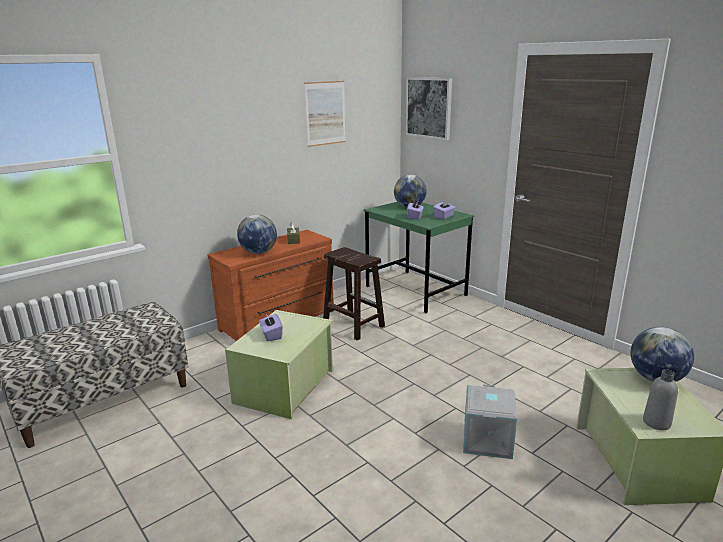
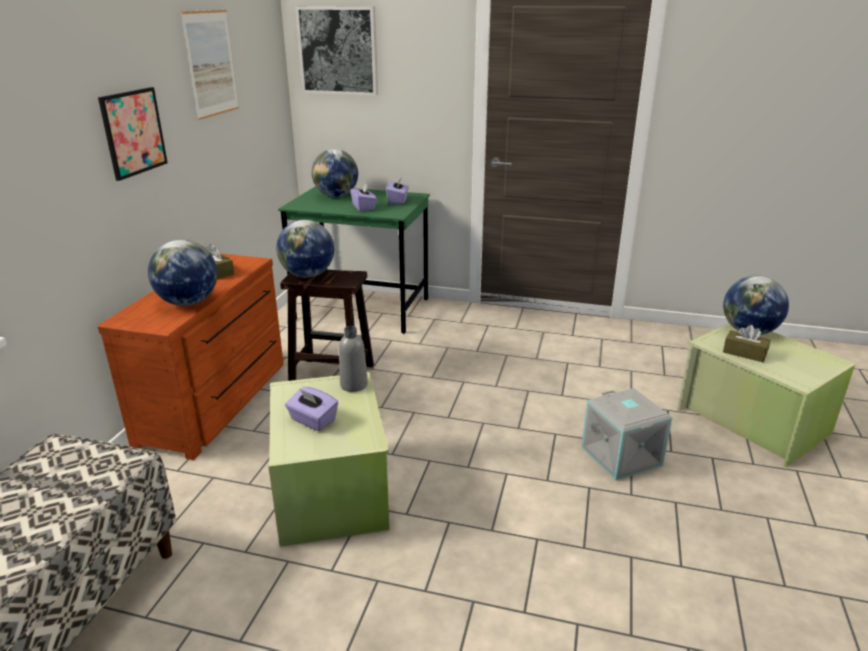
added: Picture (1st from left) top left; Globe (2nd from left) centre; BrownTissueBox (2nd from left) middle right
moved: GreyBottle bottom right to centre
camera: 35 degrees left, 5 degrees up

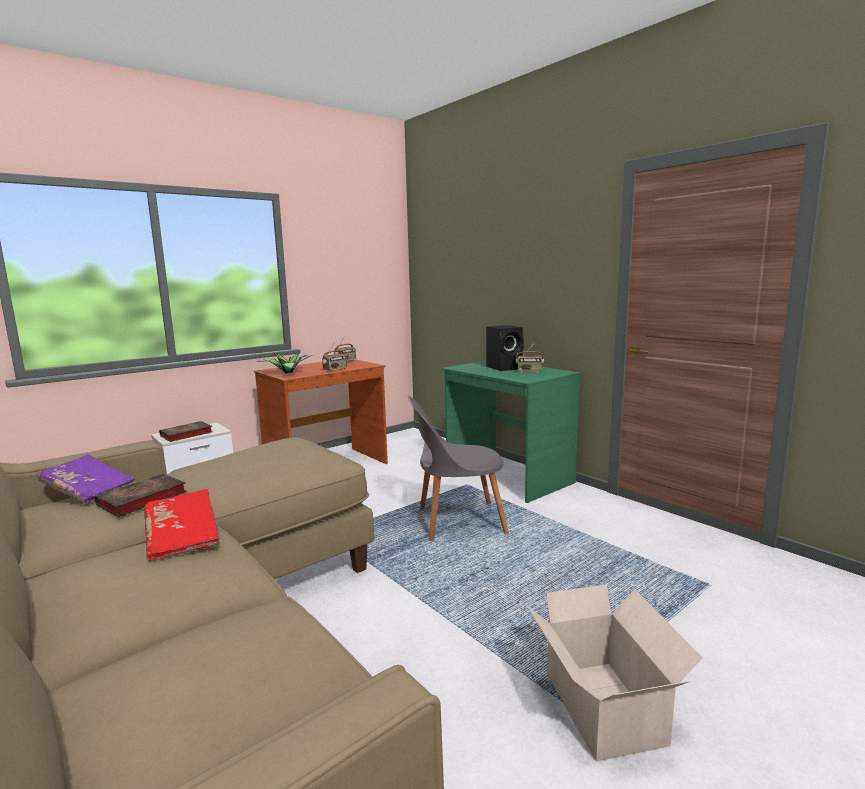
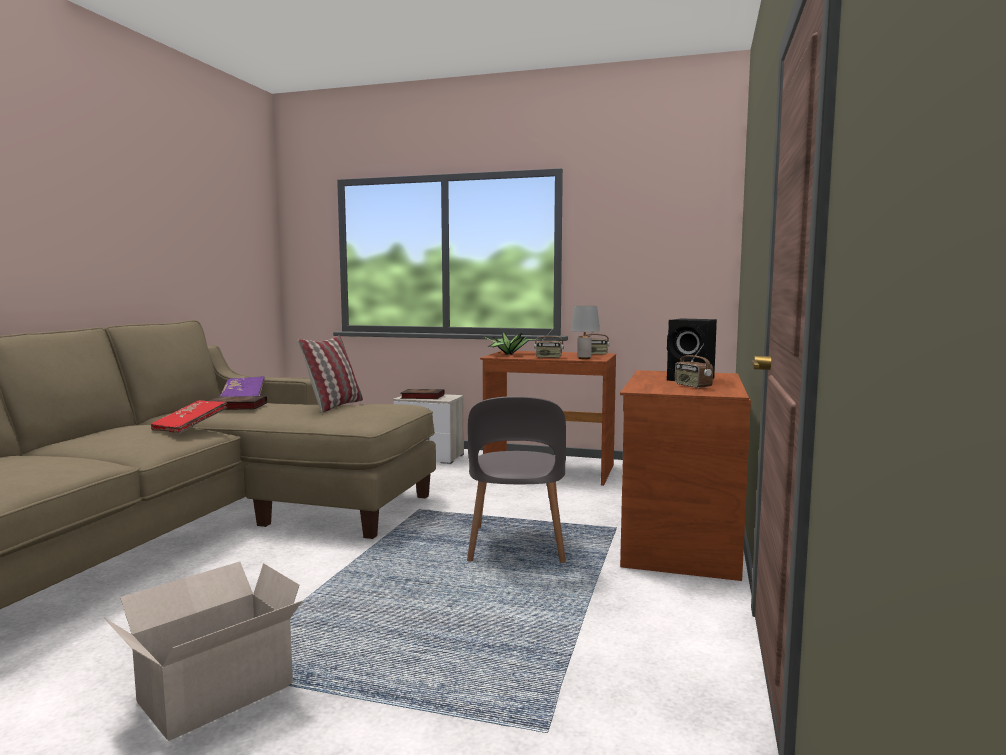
added: Pillow middle left; GreyTableLamp centre
recoloured: GreenDesk centre to BrownDesk (2nd from left) middle right
turned: GreyChair centre = centre 135 degrees counterclockwise
camera: 55 degrees right, 5 degrees down

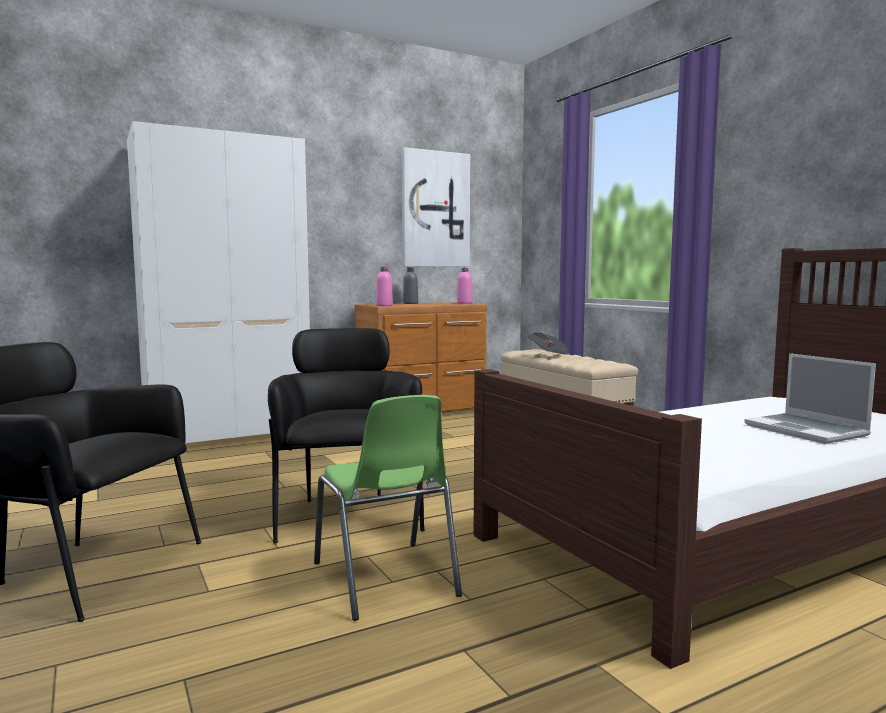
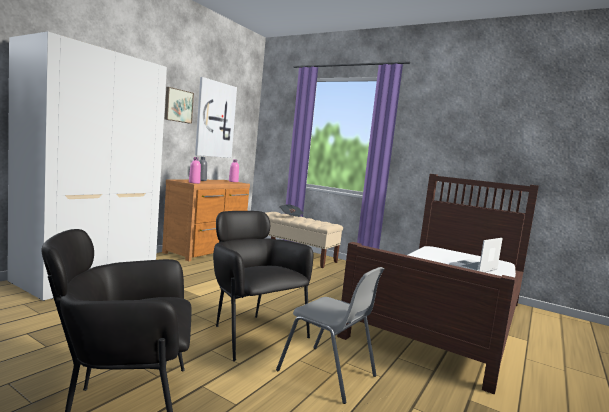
added: Picture (1st from left) top left
recoloured: GreenChair bottom centre to GreyChair bottom centre
turned: Laptop middle right = middle right 105 degrees clockwise
camera: 30 degrees left, 0 degrees up

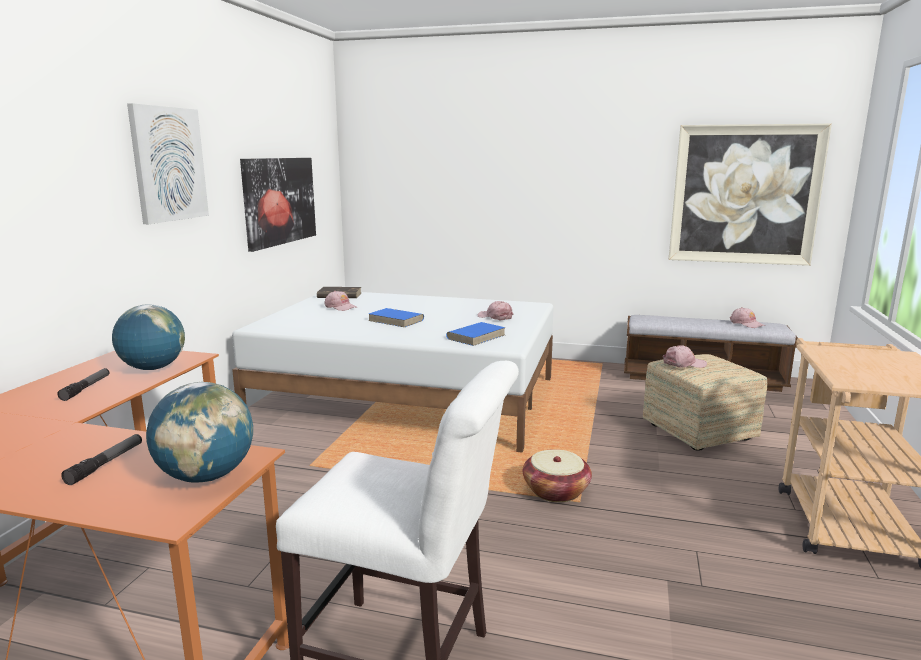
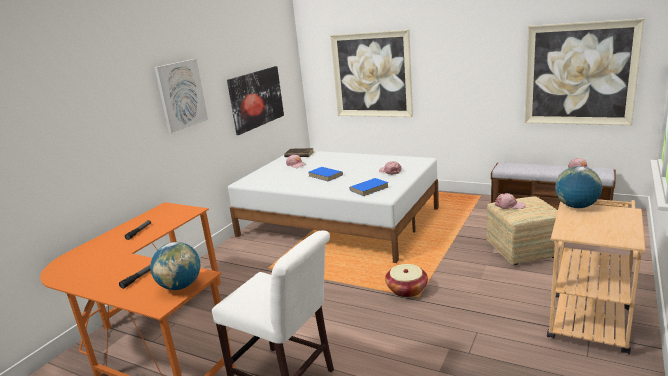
added: Picture (3rd from left) top centre
moved: Globe (1st from left in the first image) middle left to Globe (2nd from left) middle right
camera: 15 degrees right, 5 degrees up

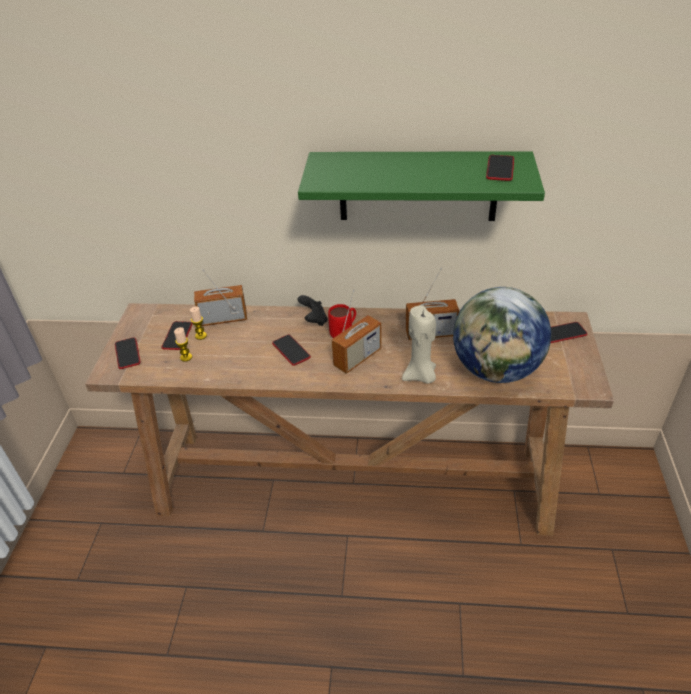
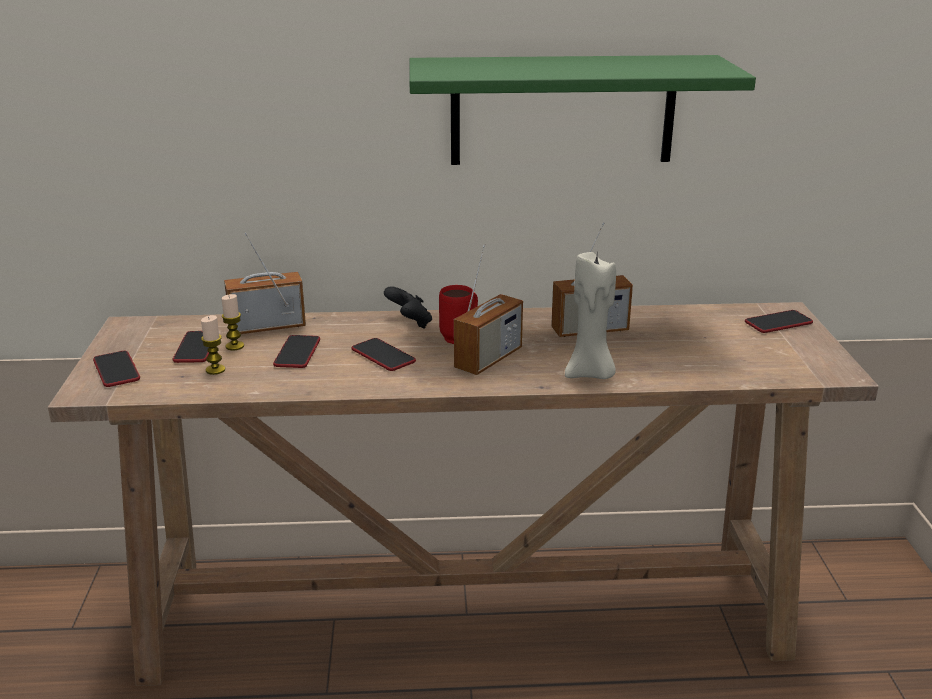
removed: Globe middle right
moved: Phone (4th from left in the first image) top right to Phone (3rd from left) middle left
camera: 10 degrees left, 15 degrees down

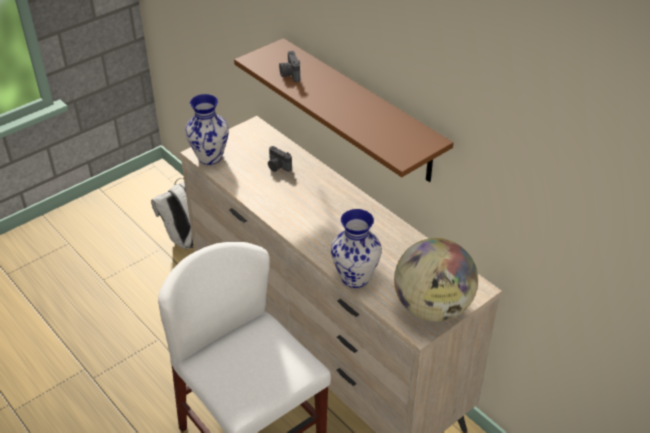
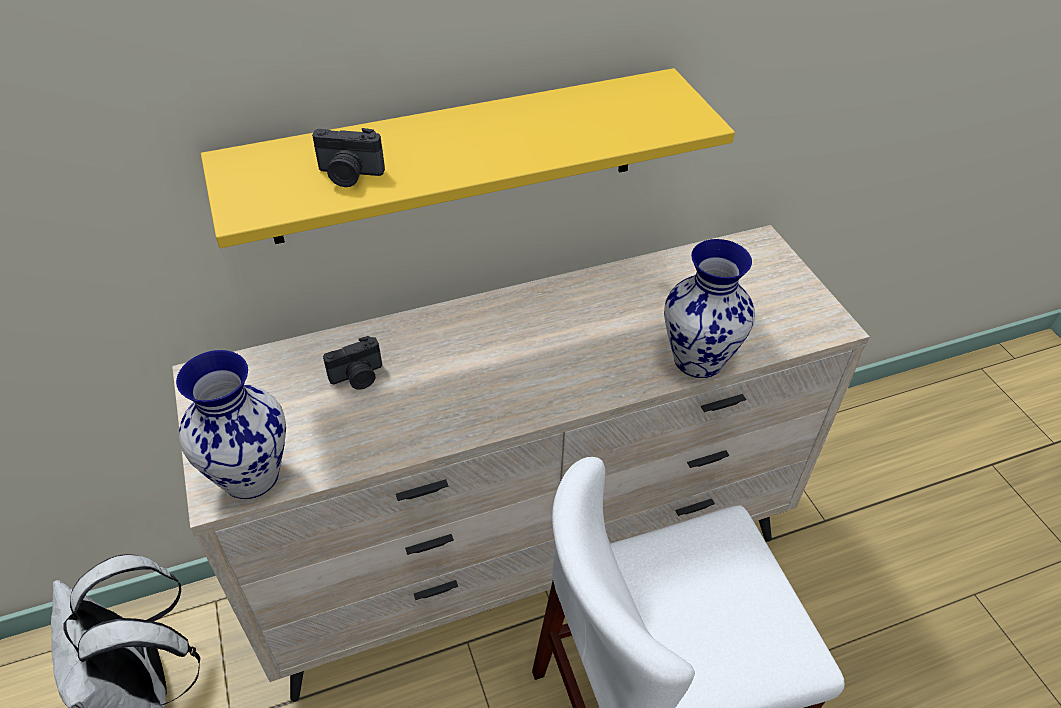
removed: Globe middle right
recoloured: BrownShelf top centre to YellowShelf top centre
camera: 70 degrees left, 5 degrees up

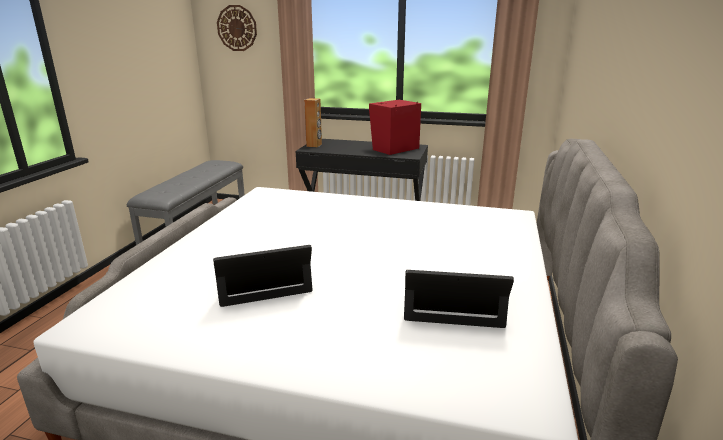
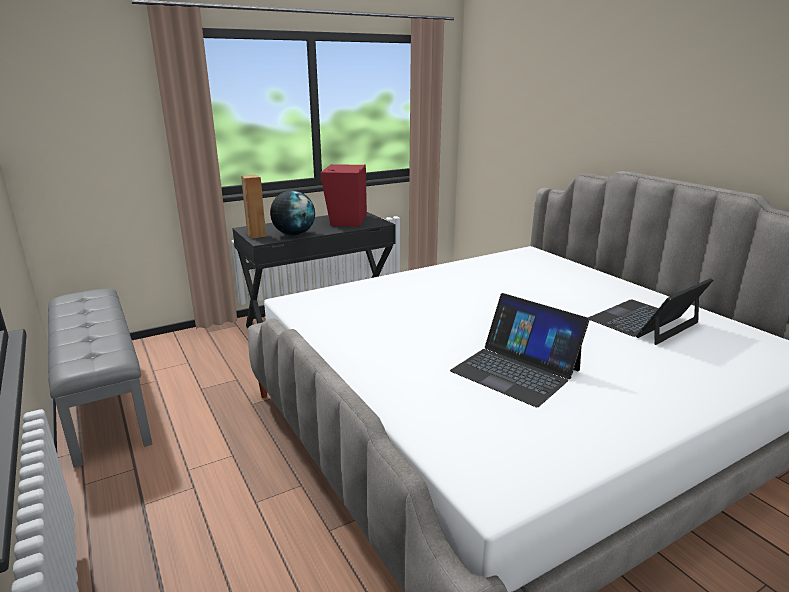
removed: WallClock top left
added: Globe centre
turned: Laptop (1st from left) centre = centre 75 degrees counterclockwise
camera: 45 degrees left, 0 degrees up

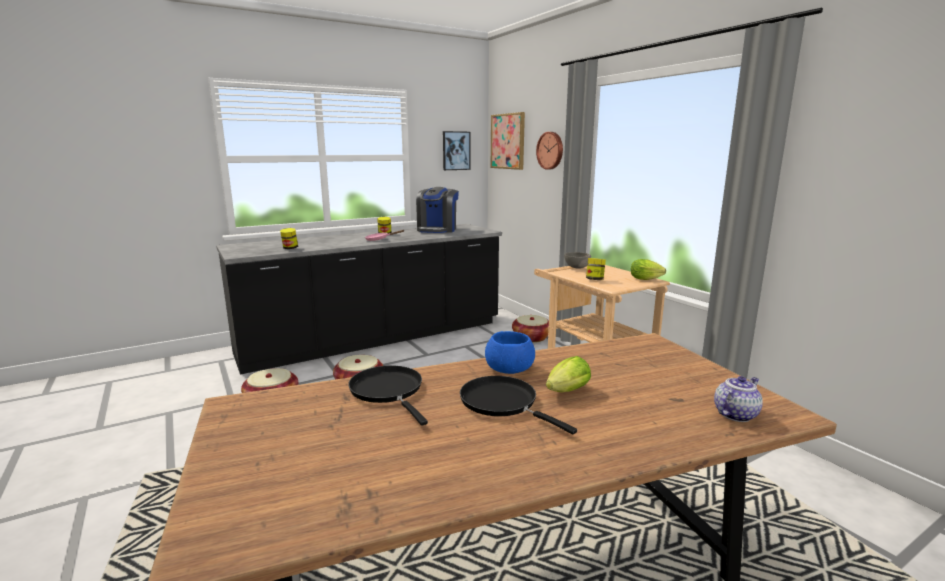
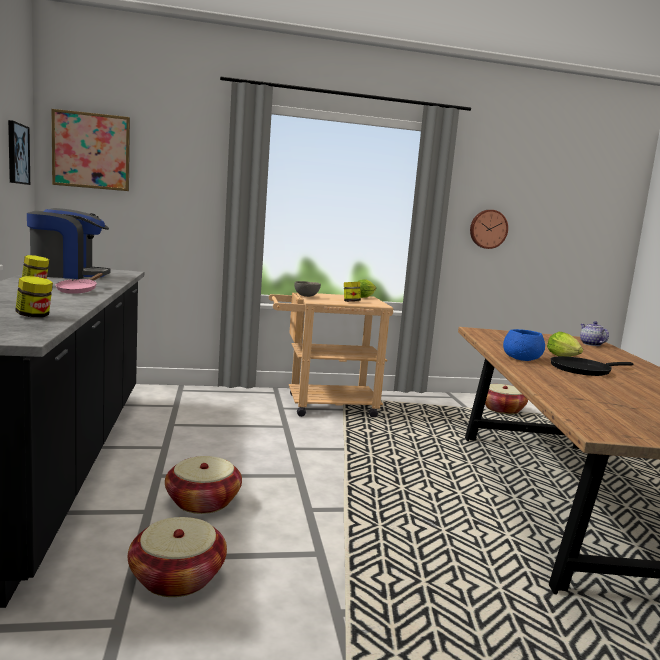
removed: BlackFryingPan (1st from left) bottom centre
moved: Basket (3rd from left) centre to middle right; WallClock top centre to middle right
turned: CoffeeMachine centre = middle left 45 degrees counterclockwise
camera: 70 degrees left, 5 degrees down

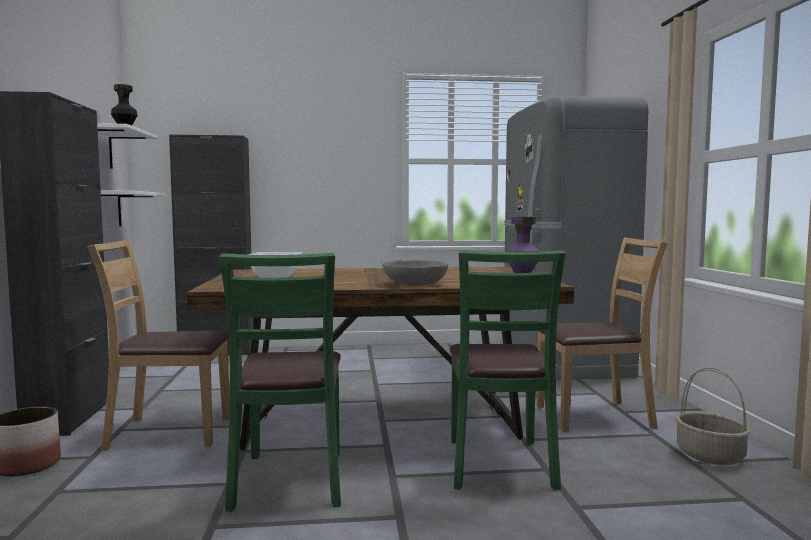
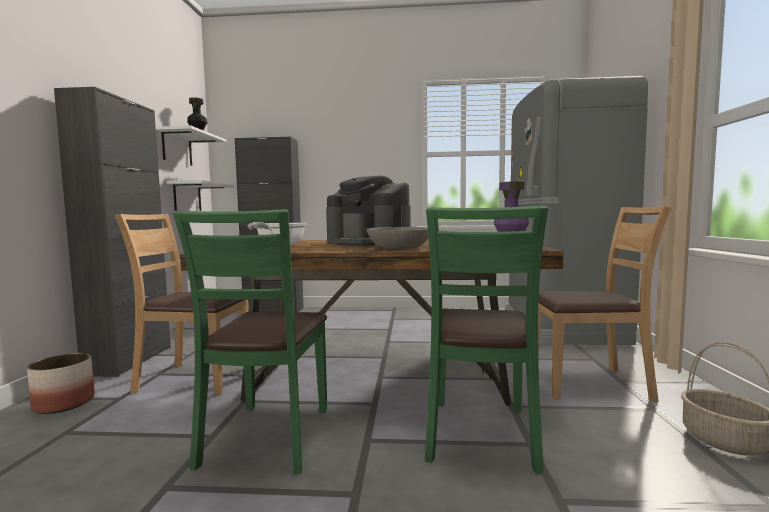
added: CoffeeMachine centre
camera: 10 degrees right, 0 degrees up

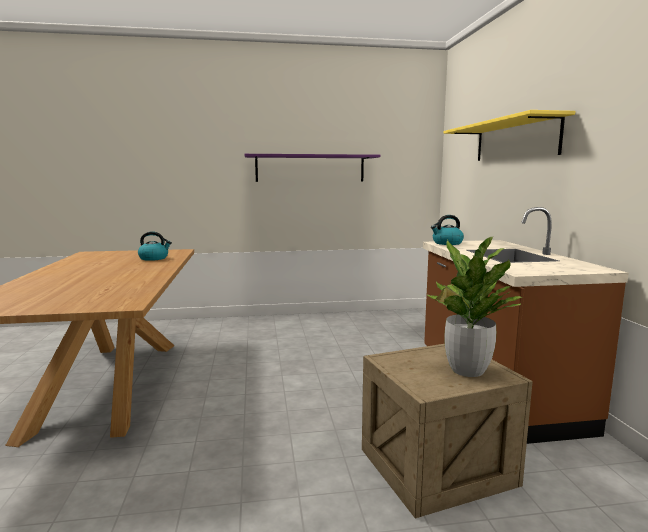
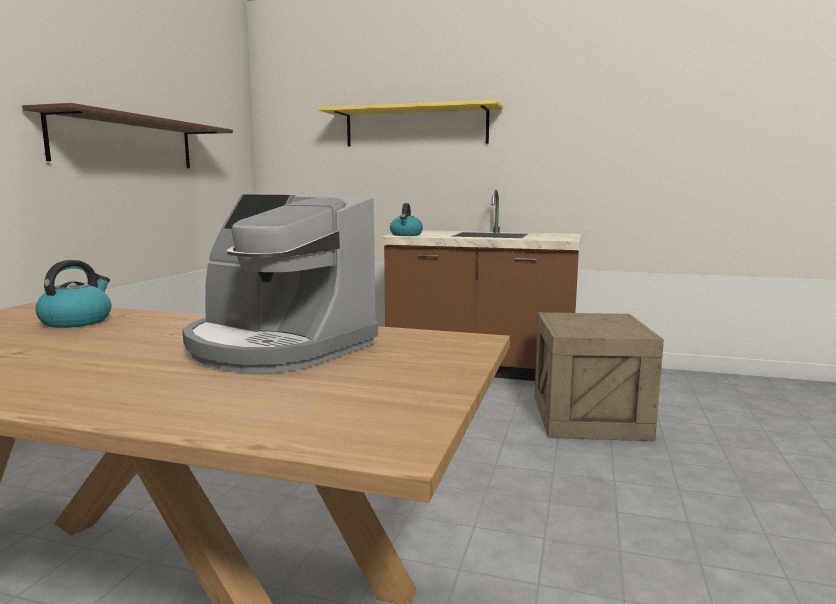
removed: PottedPlant middle right
added: CoffeeMachine centre
recoloured: PurpleShelf top centre to BrownShelf top left
camera: 65 degrees left, 0 degrees up

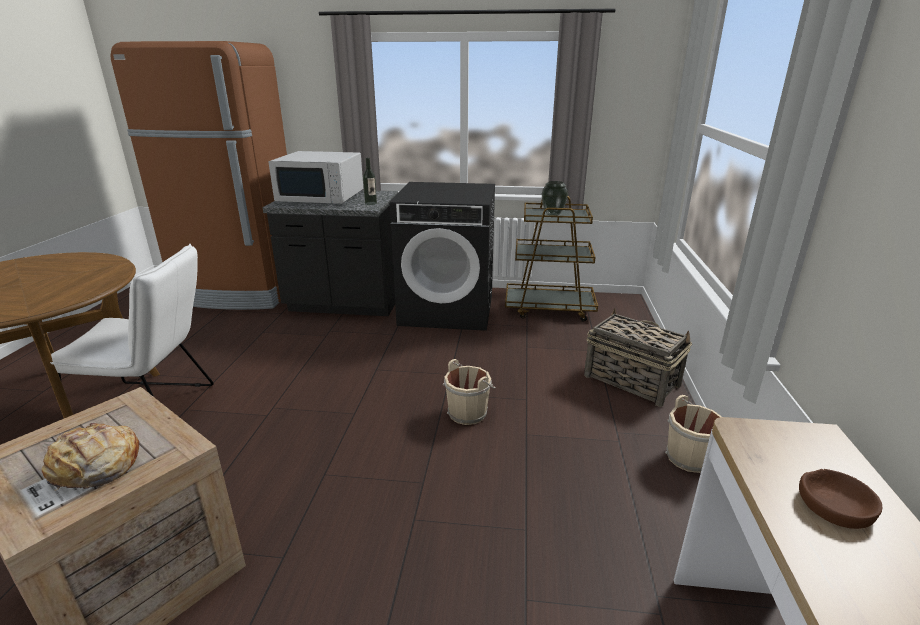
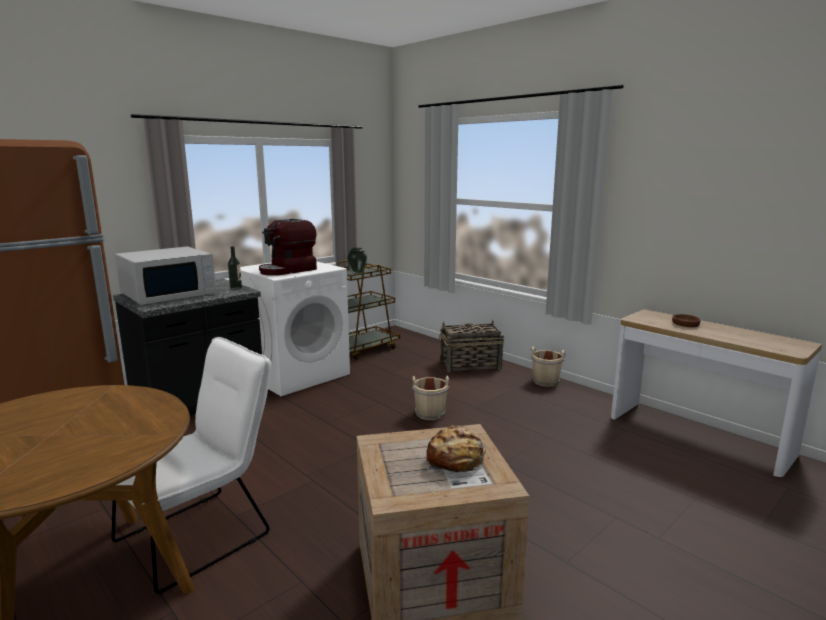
added: CoffeeMachine centre
recoloured: BlackWashingMachine centre to WhiteWashingMachine centre
camera: 50 degrees left, 10 degrees down

